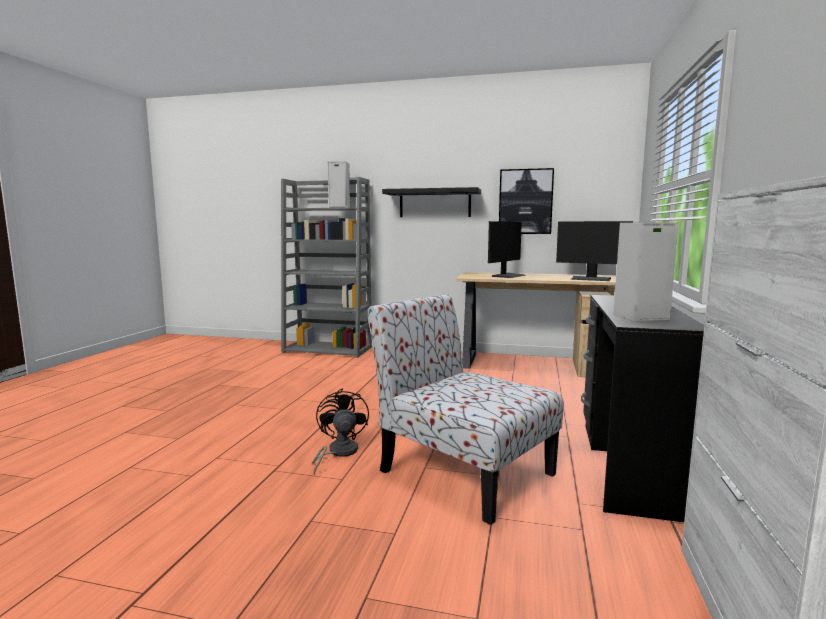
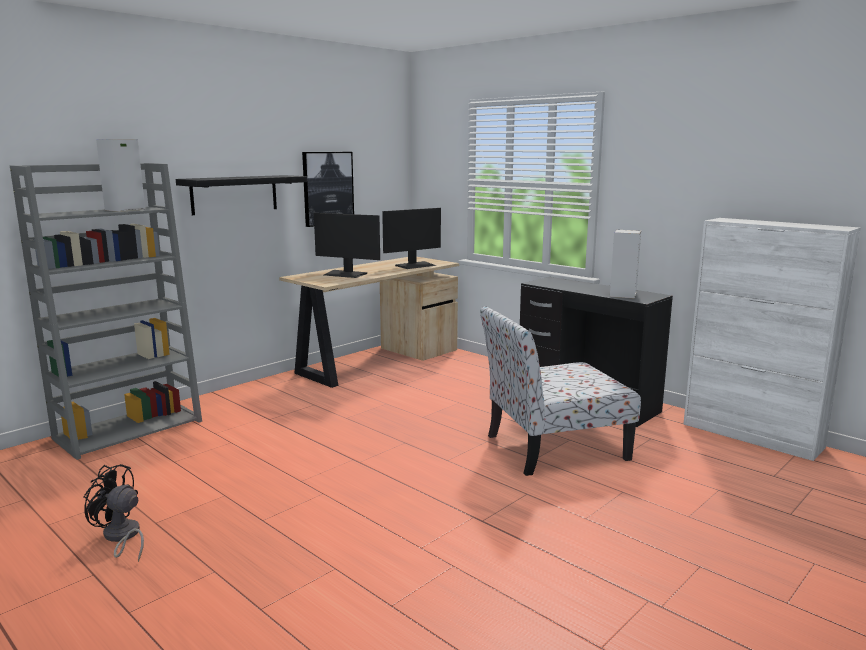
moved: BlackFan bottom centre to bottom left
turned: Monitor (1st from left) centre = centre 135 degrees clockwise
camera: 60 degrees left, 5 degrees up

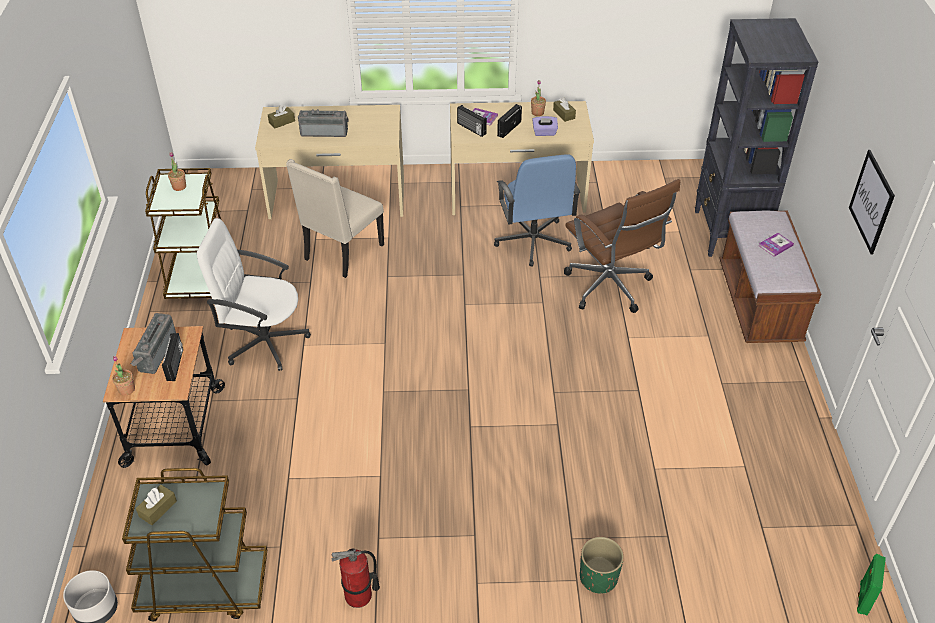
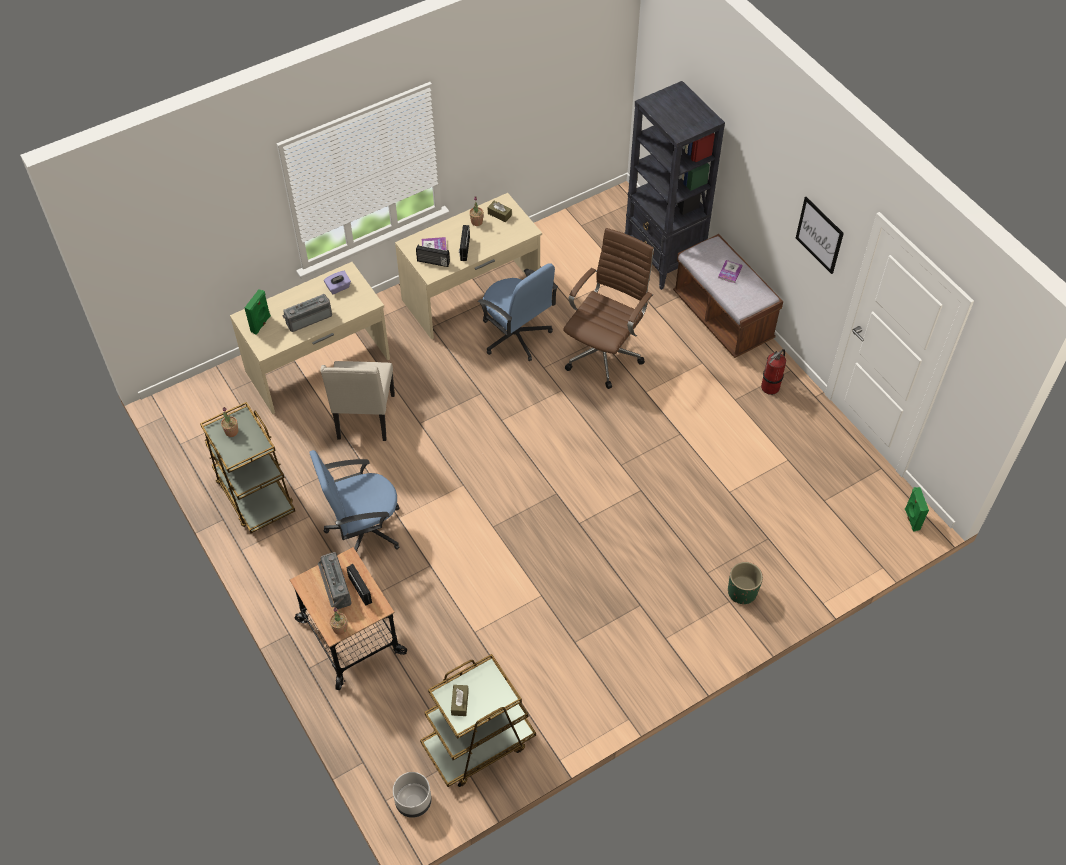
moved: FireExtinguisher bottom centre to middle right; PurpleTissueBox top centre to top left
replaced: BrownTissueBox (2nd from left) top left to GreenSpeaker (1st from left) middle left
recoloured: WhiteOfficeChair middle left to BlueOfficeChair (1st from left) middle left
turned: BrownOfficeChair centre = centre 90 degrees counterclockwise
camera: 30 degrees left, 10 degrees up

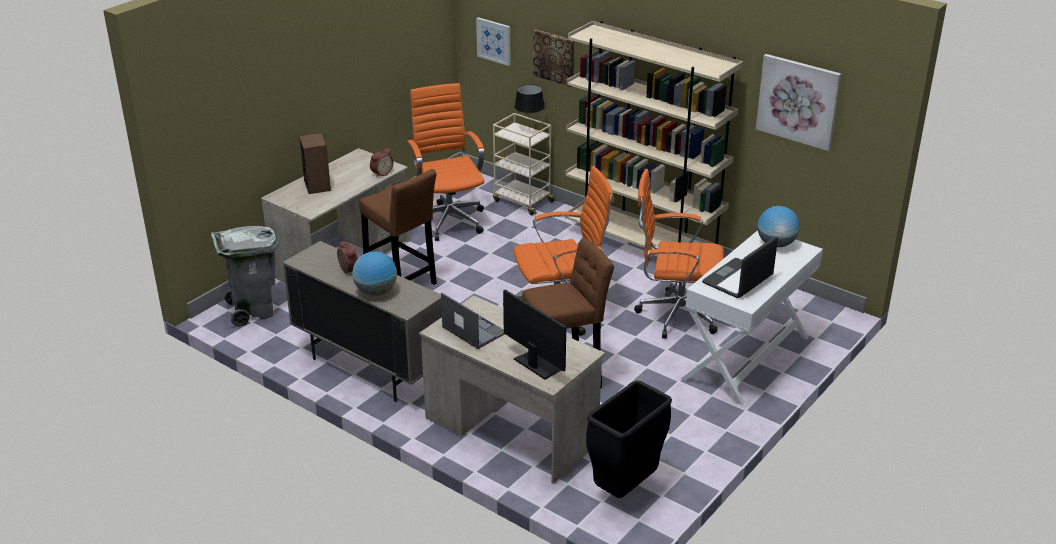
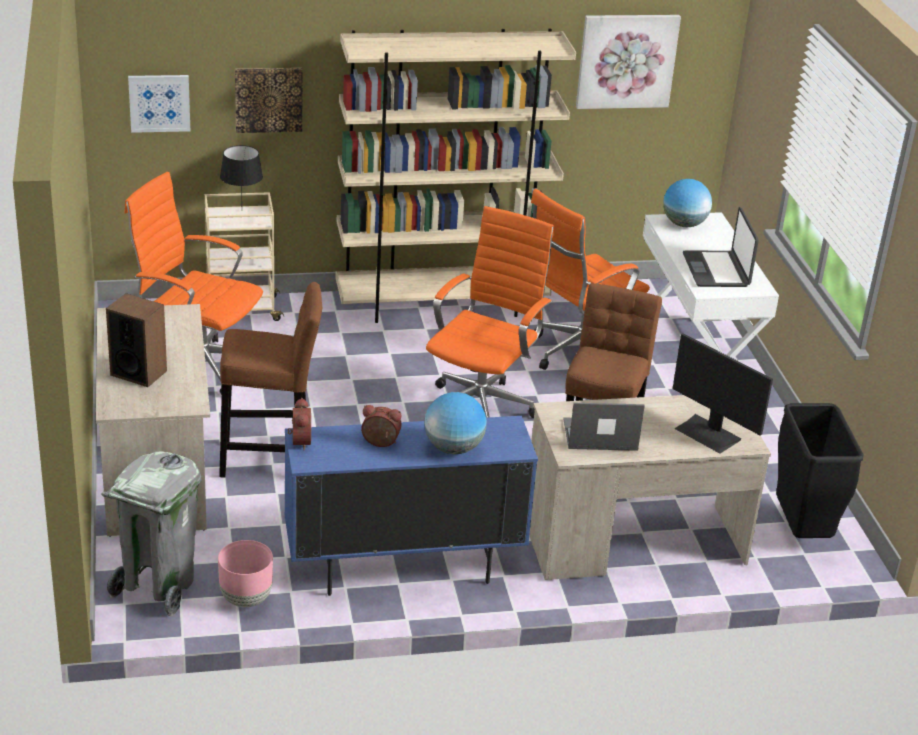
added: PinkPlanter bottom left
moved: AlarmClock (2nd from left in the first image) top centre to AlarmClock (1st from left) middle left
recoloured: BeigeCabinet centre to BlueCabinet bottom centre
turned: Monitor centre = middle right 135 degrees counterclockwise
camera: 50 degrees left, 0 degrees up

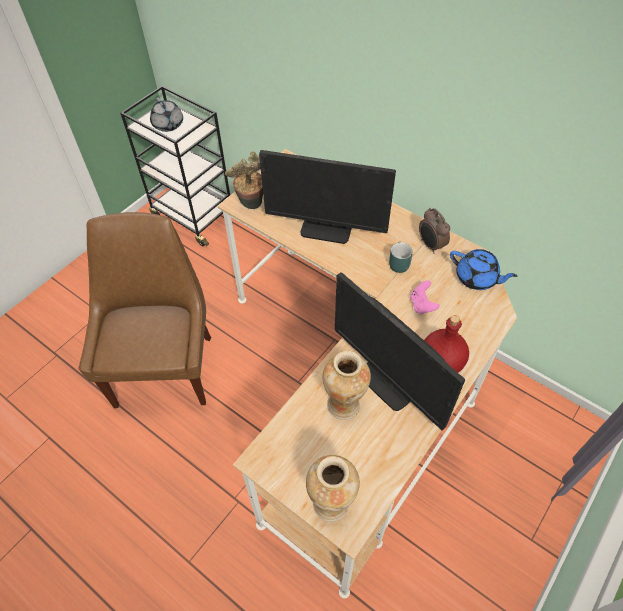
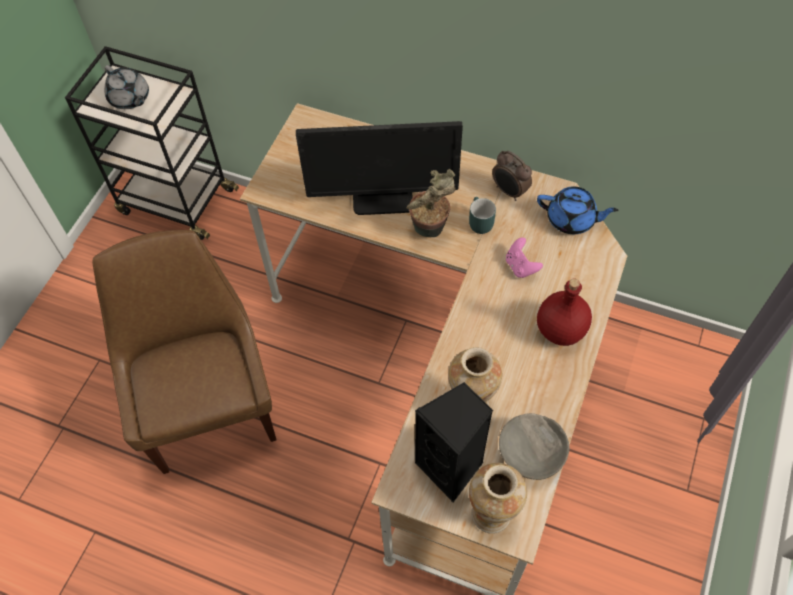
removed: Monitor (2nd from left) centre
added: BlackSpeaker bottom centre; GreyBowl bottom right
moved: PottedPlant top centre to centre
camera: 15 degrees left, 5 degrees up

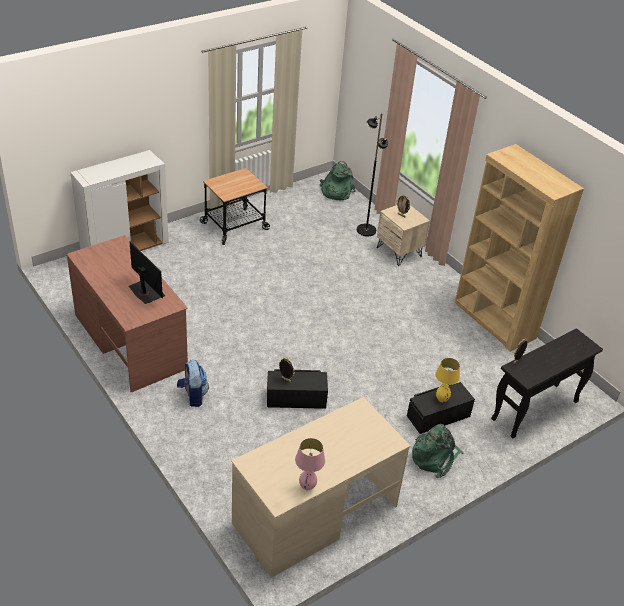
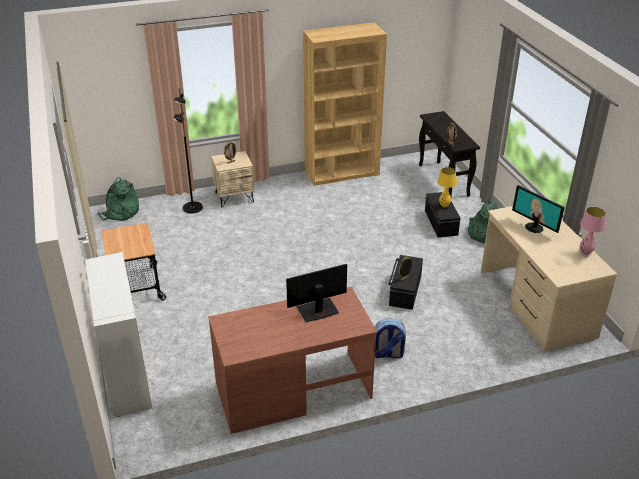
added: Monitor (2nd from left) middle right
camera: 70 degrees left, 5 degrees down

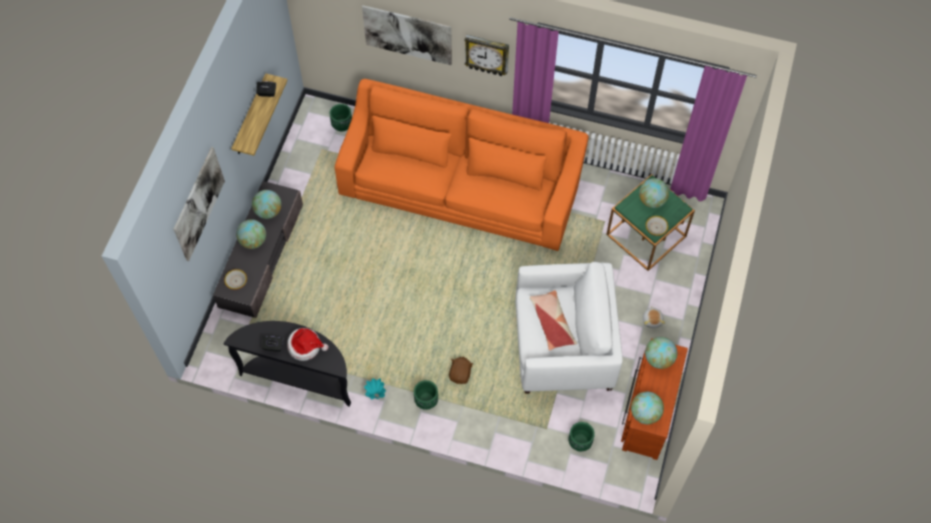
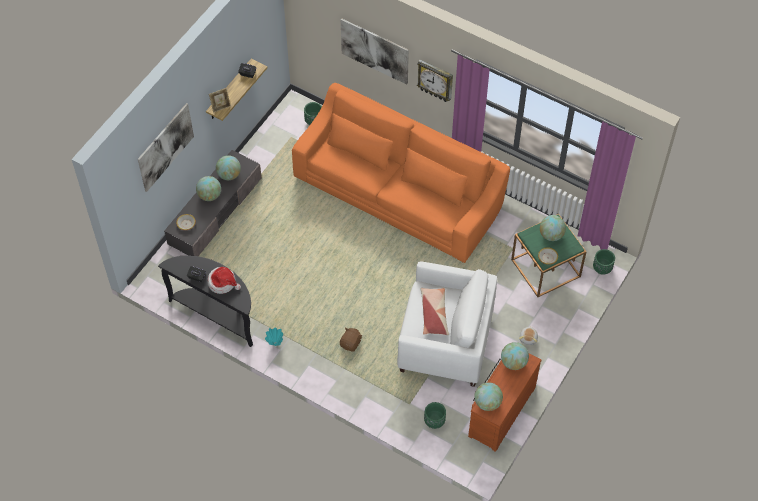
added: PictureFrame top left
moved: GreenPlanter (2nd from left in the first image) bottom centre to GreenPlanter (3rd from left) middle right
camera: 15 degrees right, 5 degrees down

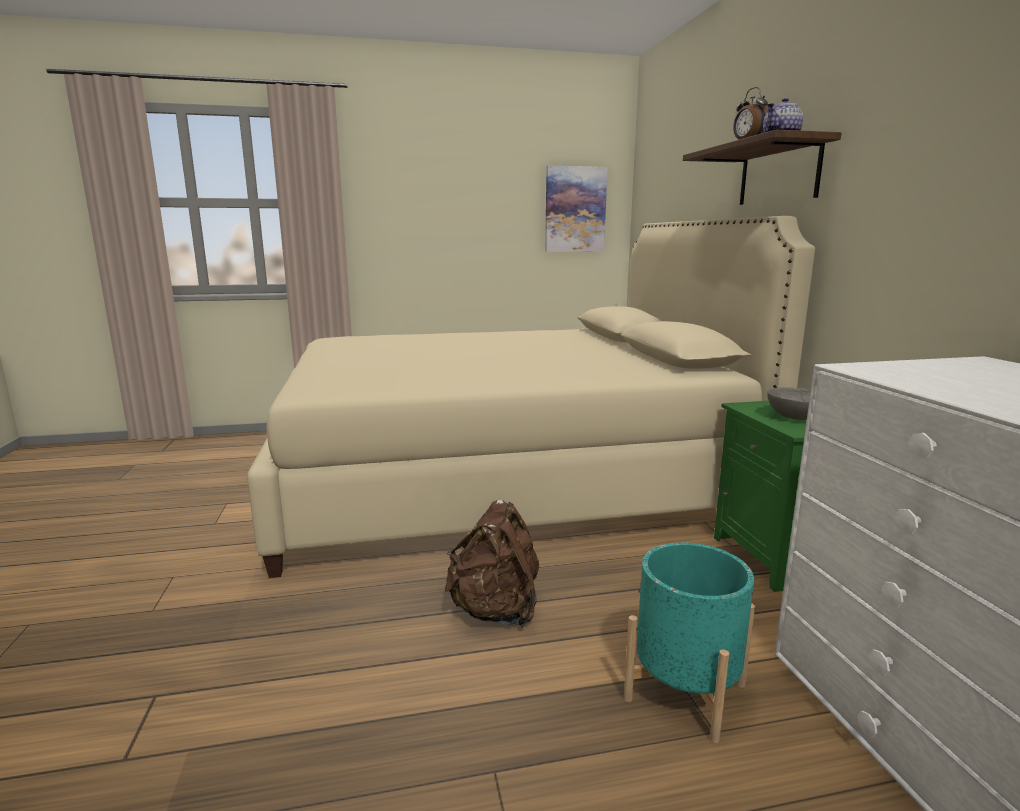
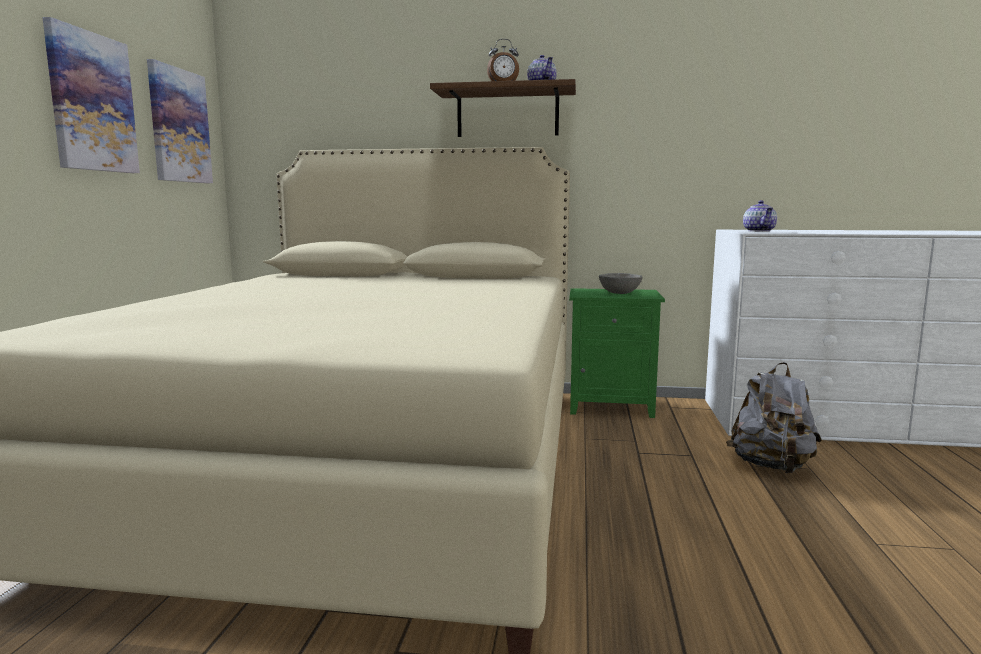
removed: BrownBackpack bottom centre
added: Picture (1st from left) top left; Teapot (2nd from left) top right
replaced: TurquoisePlanter bottom right to GreyBackpack middle right
camera: 70 degrees left, 5 degrees down

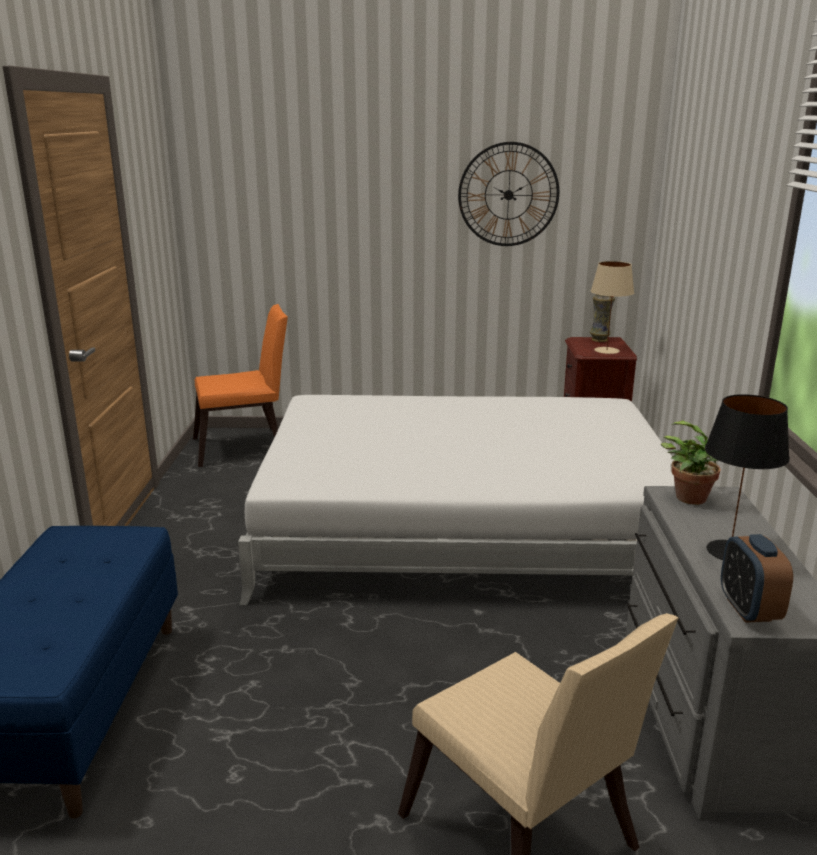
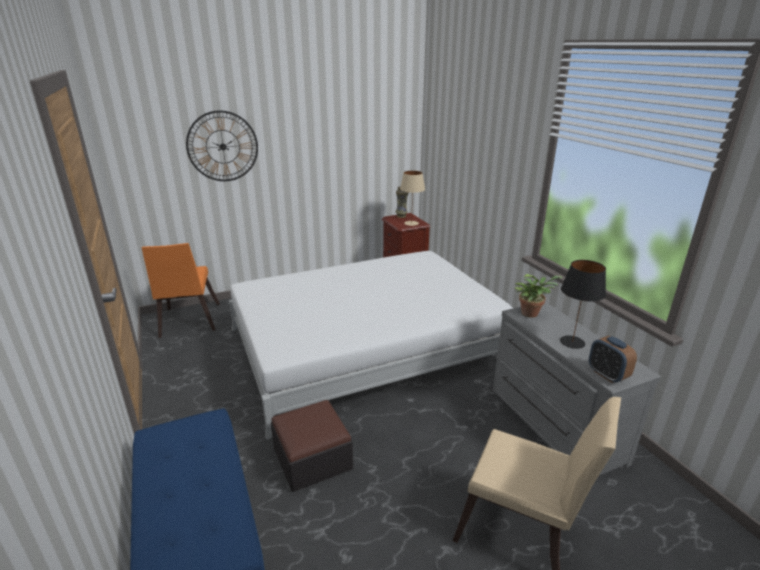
added: Ottoman bottom centre
moved: WallClock top centre to top left
turned: OrangeChair middle left = middle left 120 degrees clockwise
camera: 25 degrees left, 5 degrees up

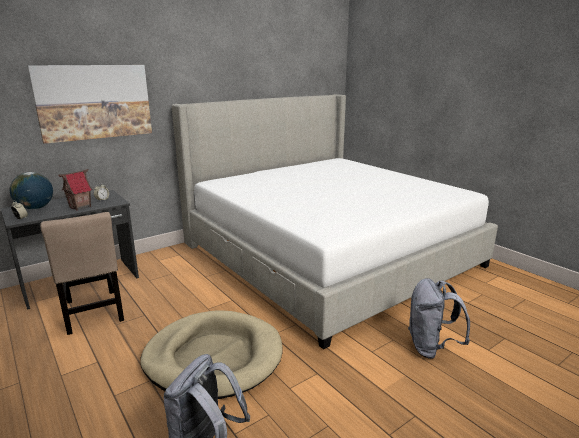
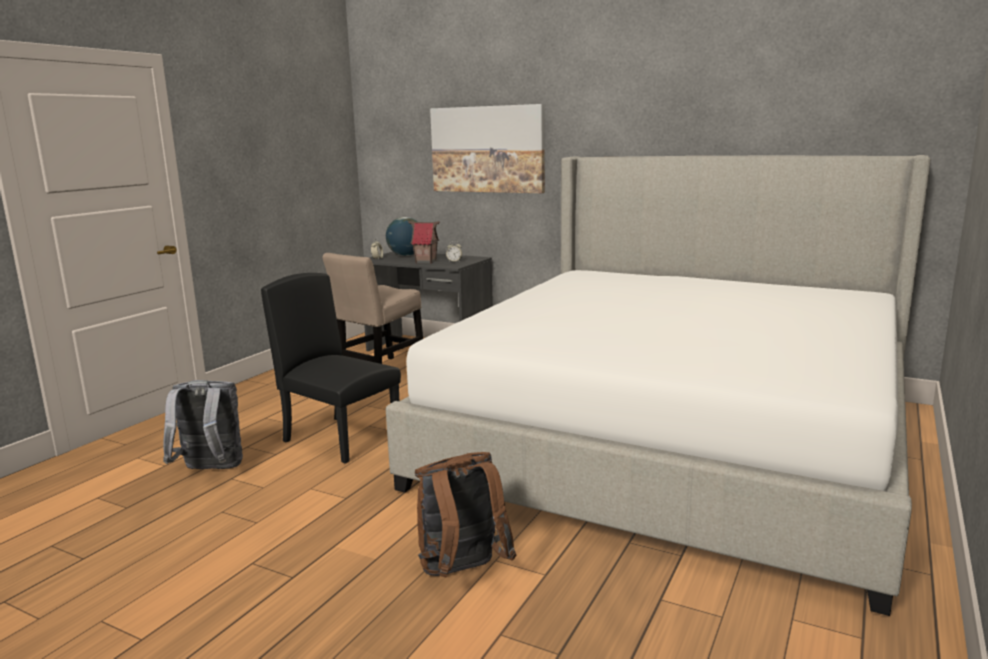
replaced: BeigeDogBed bottom centre to BlackChair centre
recoloured: GreyBackpack (2nd from left) bottom right to BrownBackpack bottom centre
camera: 65 degrees right, 5 degrees down

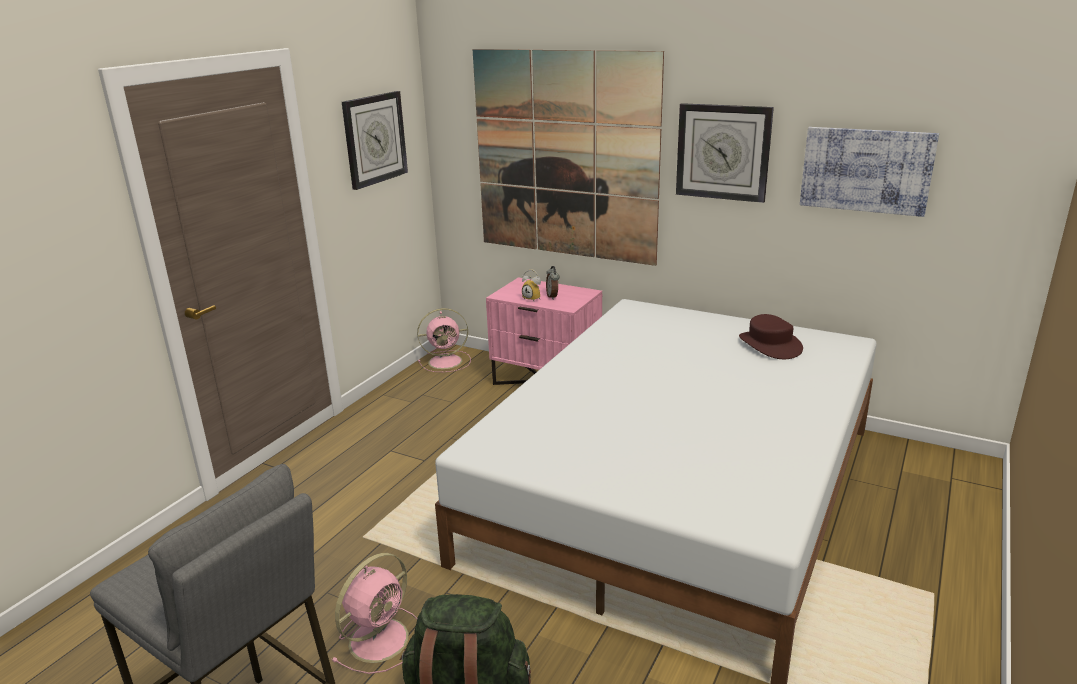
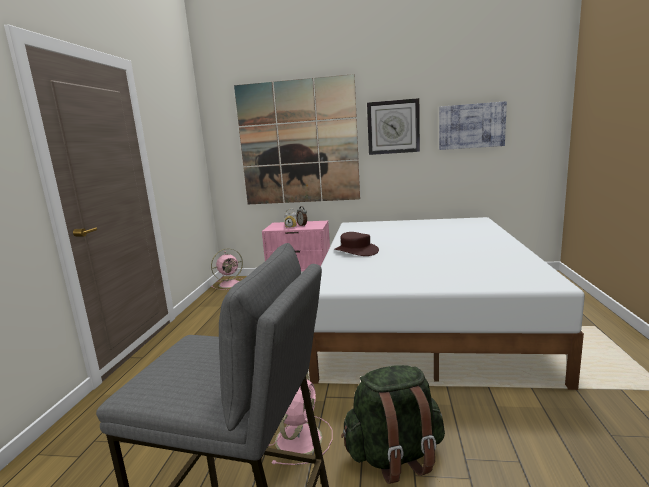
removed: WallClock (1st from left) top centre
moved: BrownHat middle right to centre
camera: 20 degrees left, 10 degrees down

